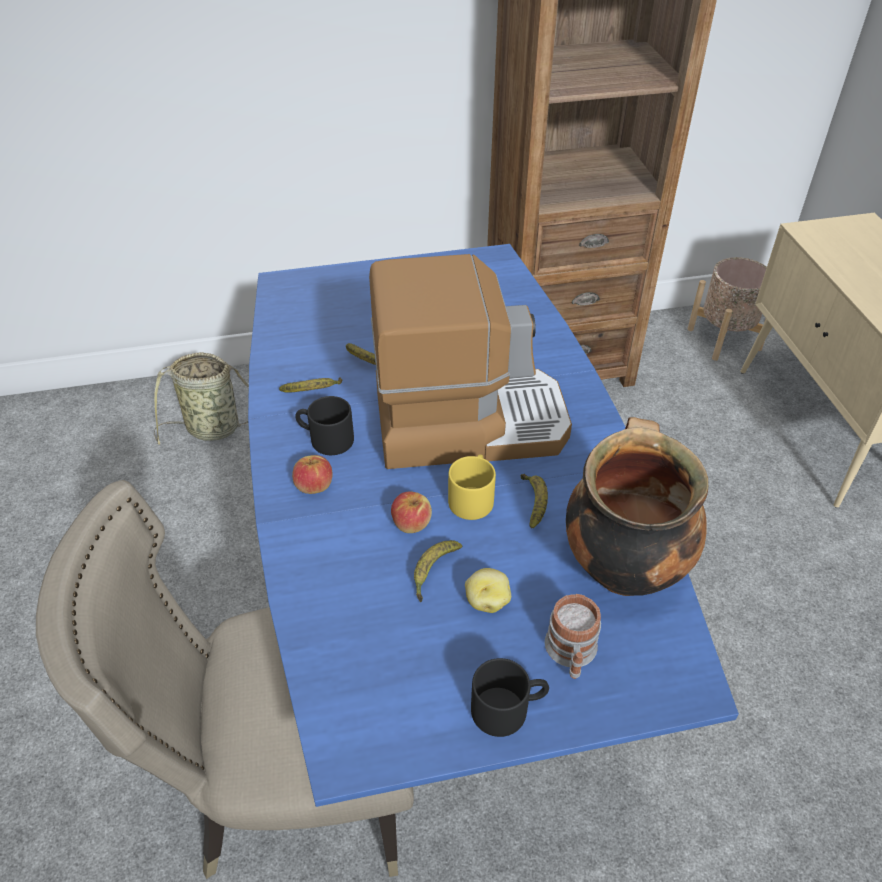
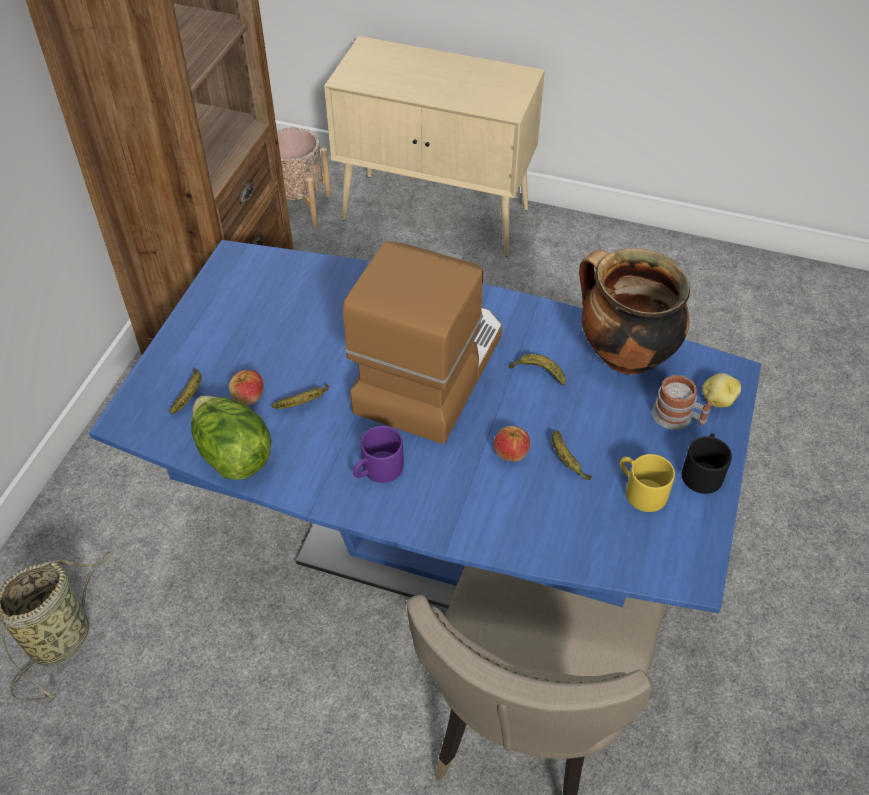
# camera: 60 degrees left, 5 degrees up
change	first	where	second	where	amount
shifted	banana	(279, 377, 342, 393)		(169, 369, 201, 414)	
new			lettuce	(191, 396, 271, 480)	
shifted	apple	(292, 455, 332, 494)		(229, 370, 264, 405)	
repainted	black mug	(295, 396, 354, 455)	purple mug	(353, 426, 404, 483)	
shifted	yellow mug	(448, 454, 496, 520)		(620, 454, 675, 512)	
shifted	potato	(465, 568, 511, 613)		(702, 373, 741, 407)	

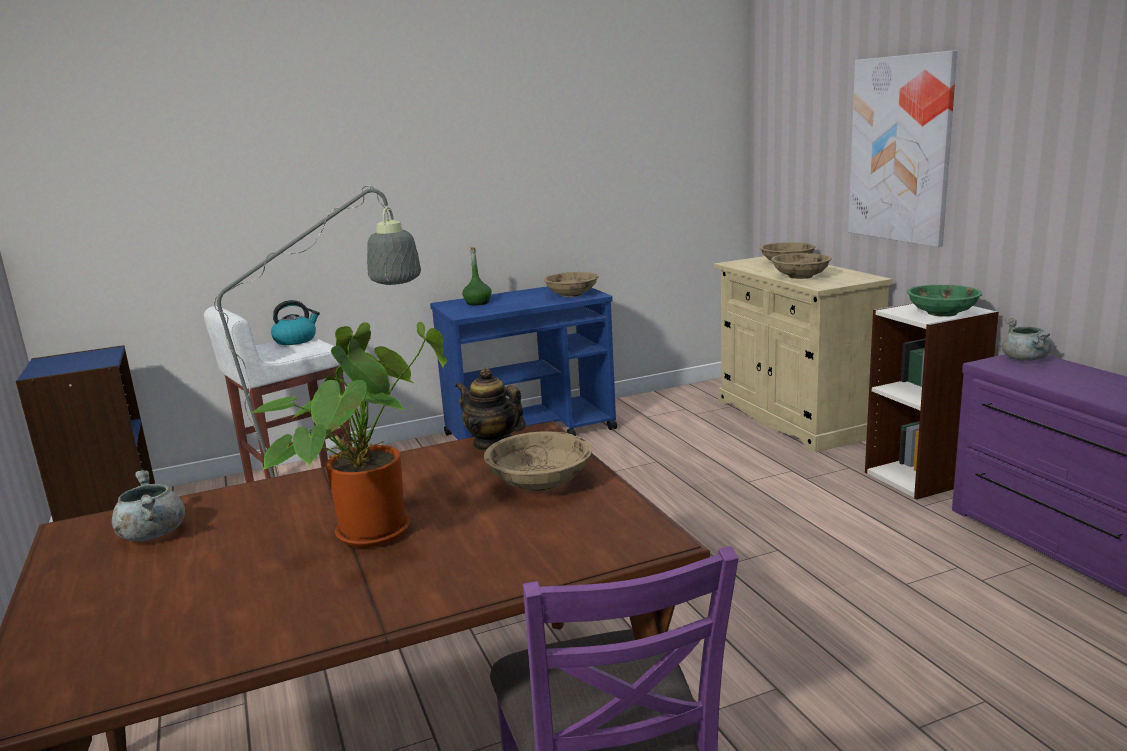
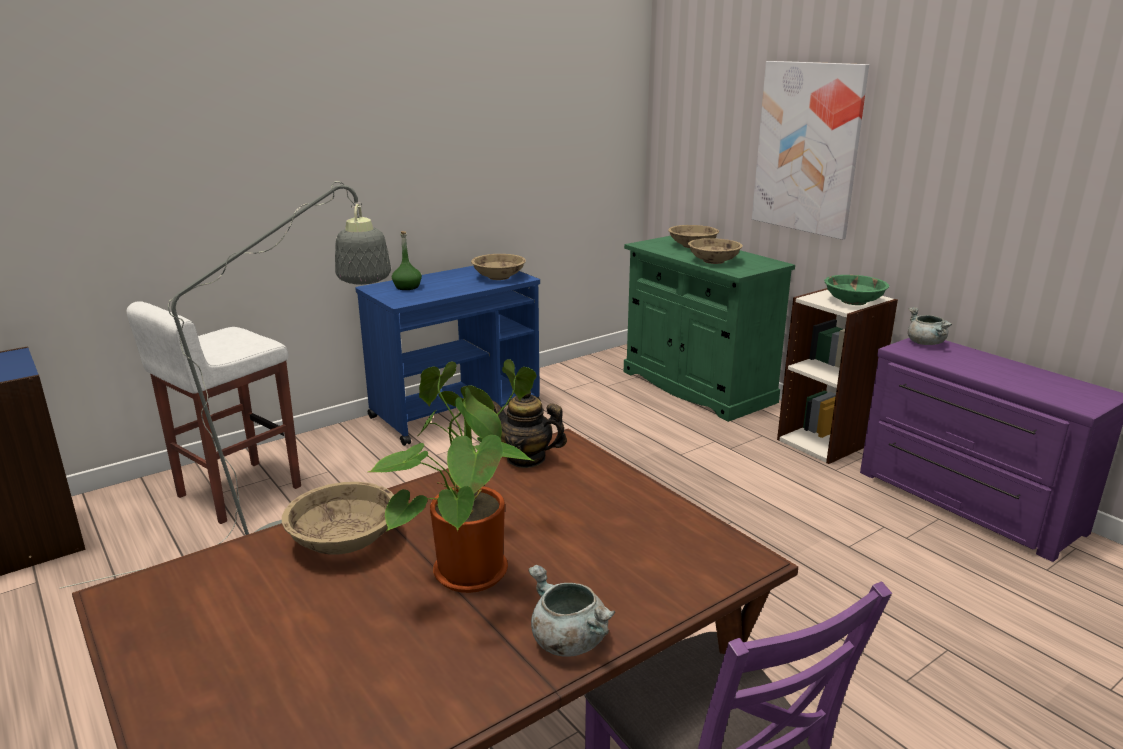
# camera: 15 degrees left, 5 degrees up
change	first	where	second	where	amount
shifted	beige bowl	(484, 431, 592, 492)		(282, 482, 394, 555)	
shifted	grey cooking pot	(112, 470, 185, 541)		(528, 565, 615, 657)	
repainted	beige cabinet	(714, 256, 893, 452)	green cabinet	(624, 236, 795, 422)	
gone	kettle	(271, 300, 320, 345)			

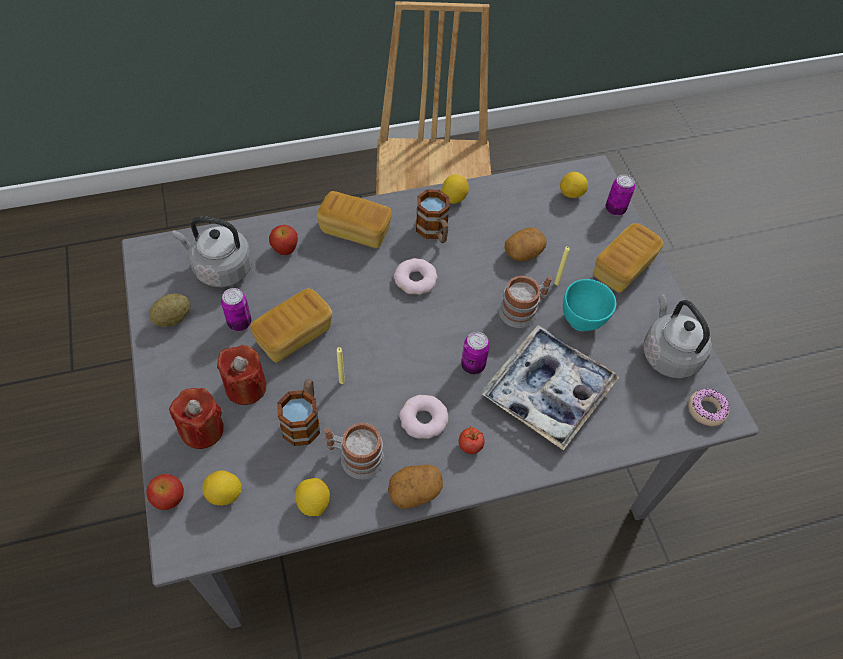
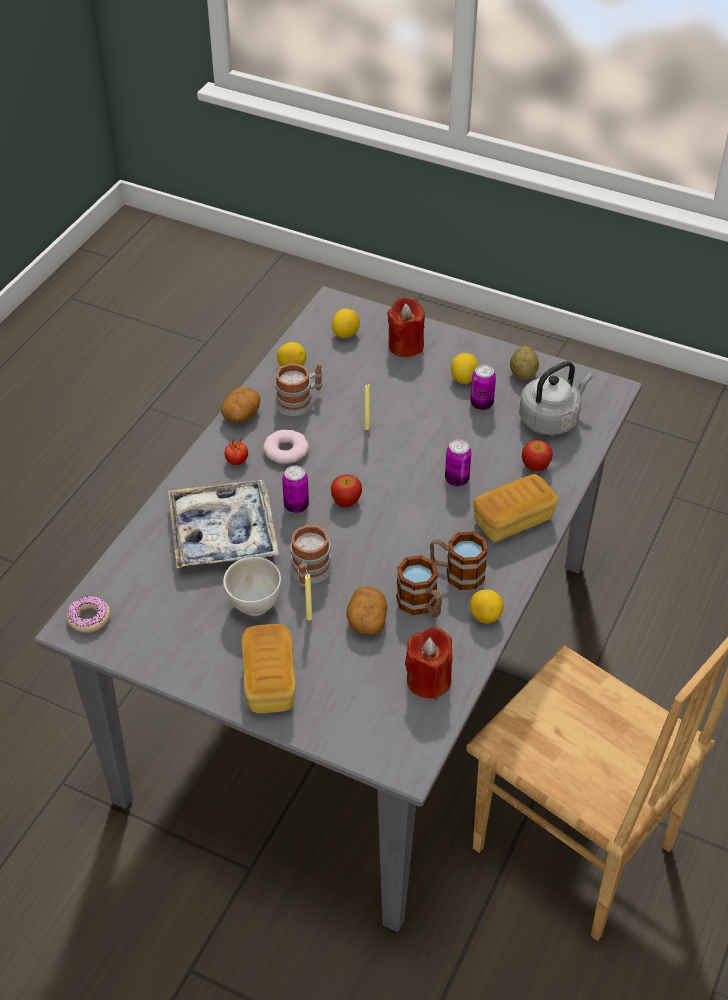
# camera: 135 degrees right, 10 degrees down
change	first	where	second	where	amount
repainted	turquoise bowl	(563, 279, 616, 331)	white bowl	(223, 557, 281, 616)	
shifted	apple	(146, 474, 184, 510)		(331, 475, 362, 508)	
shifted	mug	(277, 379, 320, 446)		(396, 555, 442, 617)	
shifted	red candle	(217, 345, 266, 405)		(405, 627, 453, 699)	
shifted	can	(606, 174, 635, 216)		(445, 439, 471, 486)	
shifted	lemon	(560, 172, 588, 198)		(451, 353, 479, 384)	
gone	bread	(250, 288, 332, 363)			
gone	donut	(394, 258, 438, 295)			
gone	grey kettle	(643, 294, 712, 378)			

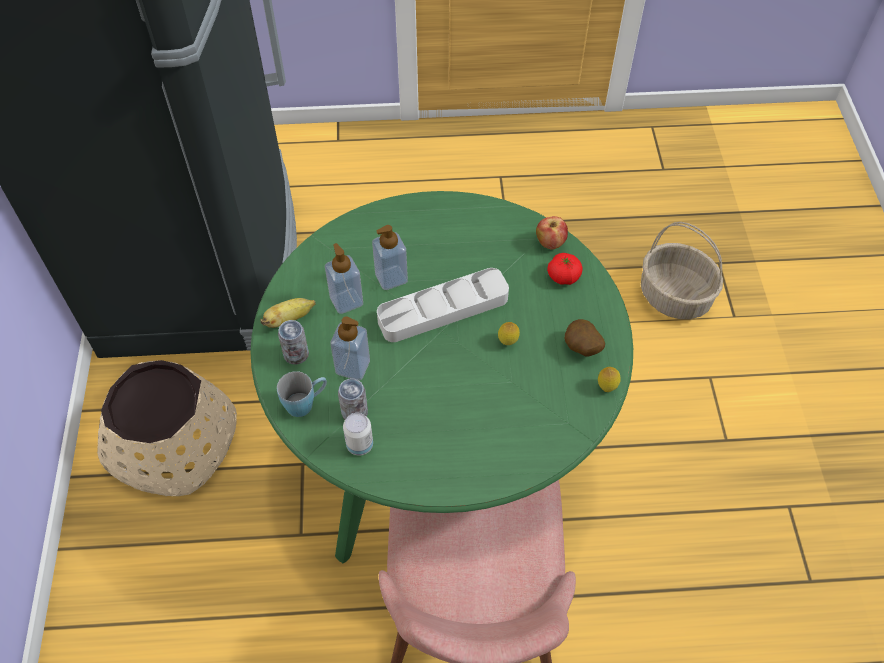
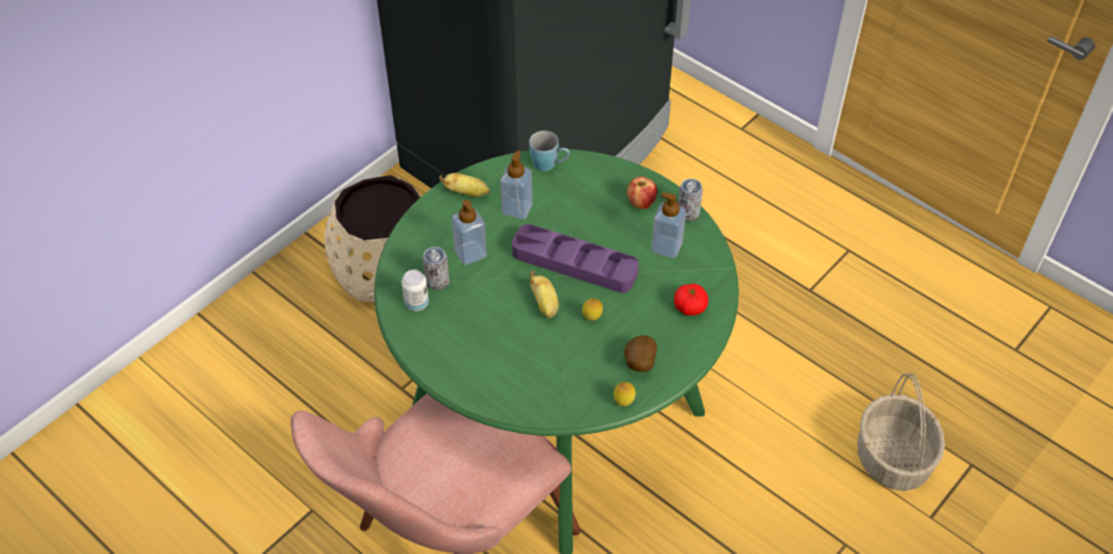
# camera: 45 degrees right, 5 degrees down
change	first	where	second	where	amount
repainted	grey tray	(377, 268, 509, 342)	purple tray	(512, 224, 639, 293)	
shifted	blue mug	(277, 371, 327, 417)		(529, 131, 570, 171)	
new			banana	(530, 271, 559, 319)	
shifted	apple	(536, 216, 568, 250)		(627, 177, 658, 209)	
shifted	soap dispenser	(372, 225, 408, 290)		(651, 192, 686, 258)	
shifted	can	(278, 320, 309, 365)		(678, 179, 703, 221)	

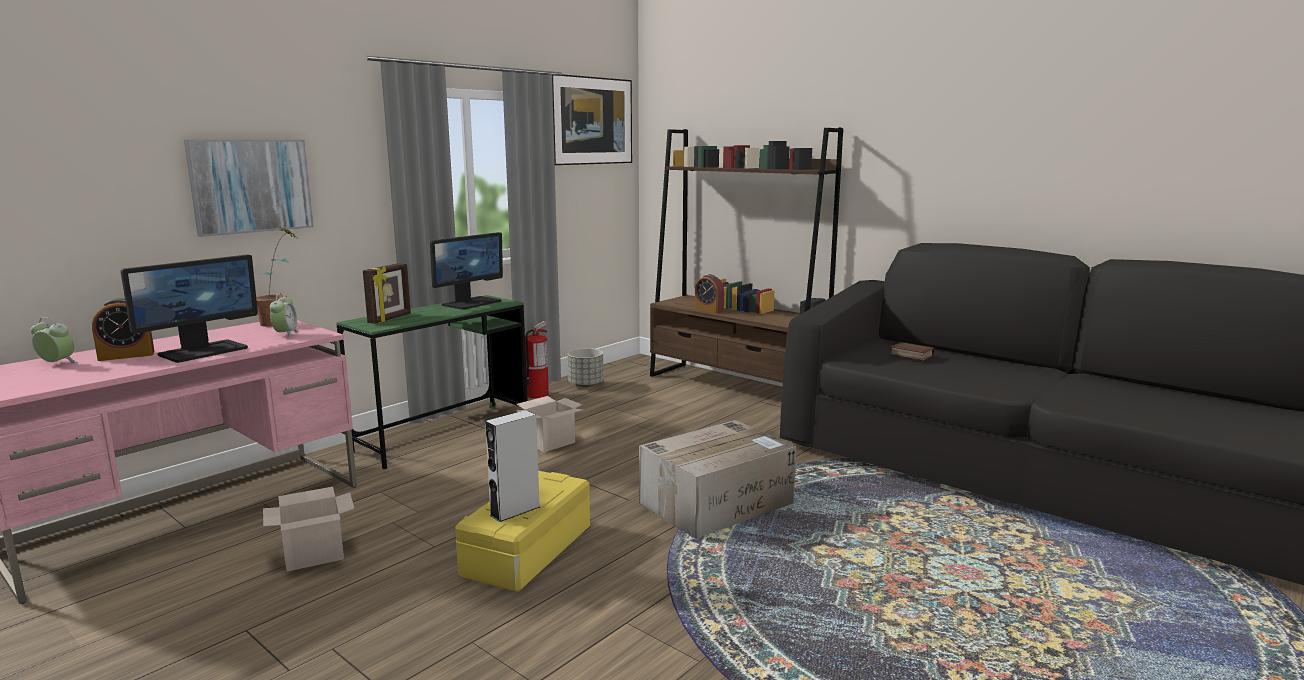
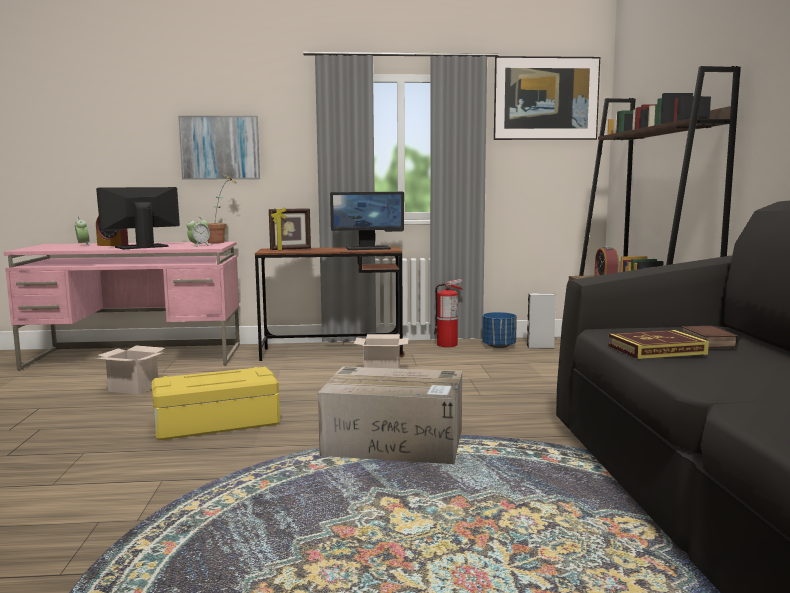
# camera: 45 degrees right, 5 degrees down
change	first	where	second	where	amount
rotated	monitor	(121, 254, 258, 363)		(96, 187, 180, 249)	150 degrees clockwise
repainted	green desk	(337, 295, 528, 469)	brown desk	(255, 247, 405, 361)	
repainted	grey planter	(568, 348, 603, 387)	blue planter	(482, 312, 517, 348)	
shifted	grey speaker	(485, 410, 540, 522)		(527, 293, 556, 348)	
new			book	(608, 330, 709, 359)	

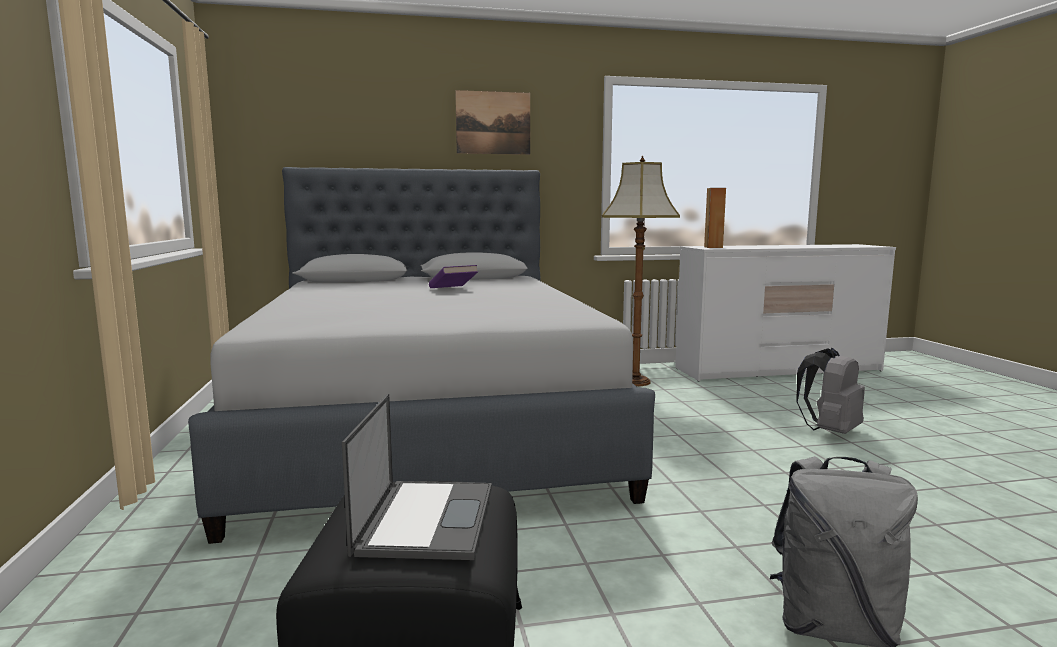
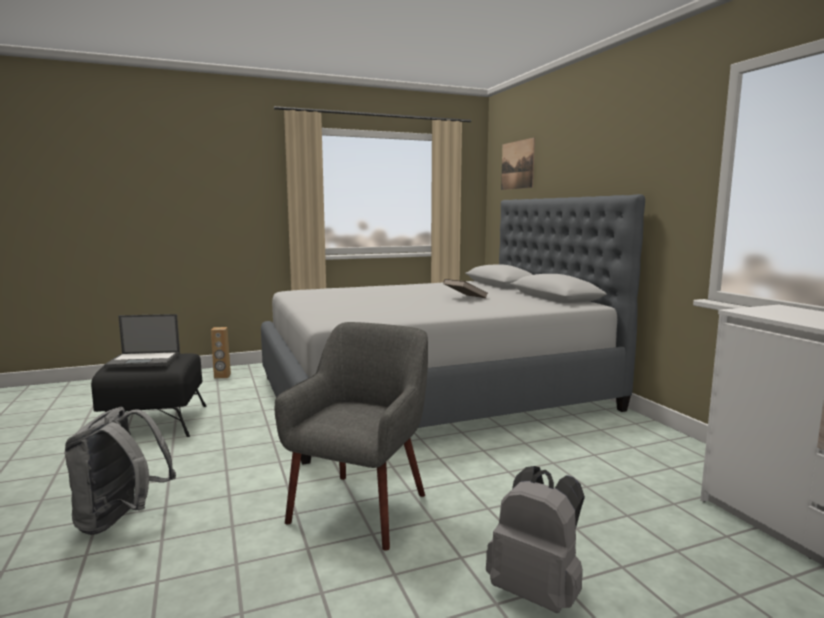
# camera: 80 degrees right, 0 degrees up
change	first	where	second	where	amount
shifted	brown speaker	(704, 188, 726, 248)		(211, 327, 231, 379)	
new			grey armchair	(275, 322, 428, 551)	
repainted	purple book	(429, 265, 478, 288)	brown book	(443, 279, 487, 298)	
shifted	picture	(455, 90, 530, 155)		(501, 137, 535, 190)	
gone	floor lamp	(602, 155, 680, 386)			

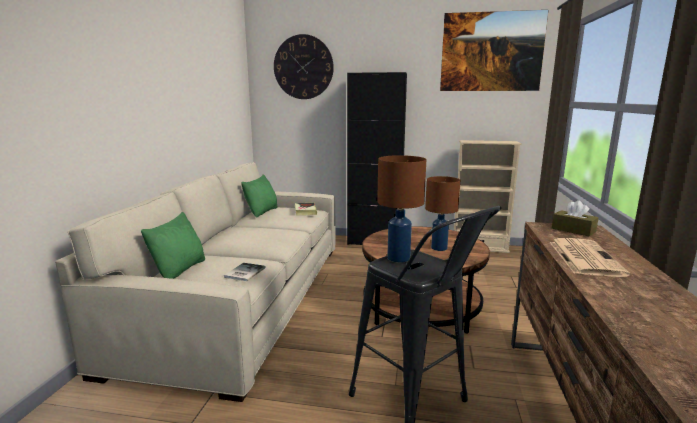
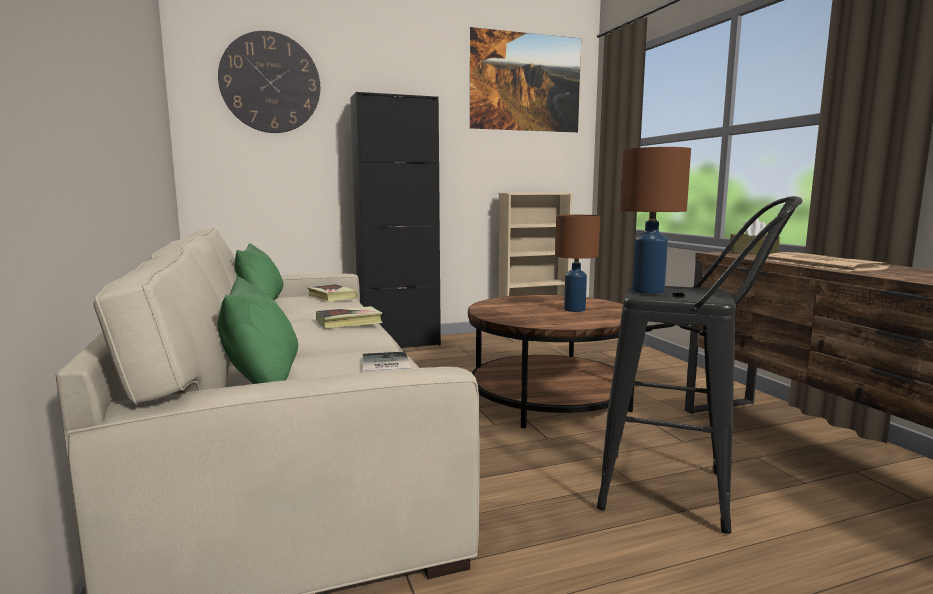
# camera: 30 degrees left, 5 degrees down
change	first	where	second	where	amount
new			book	(316, 306, 383, 329)	

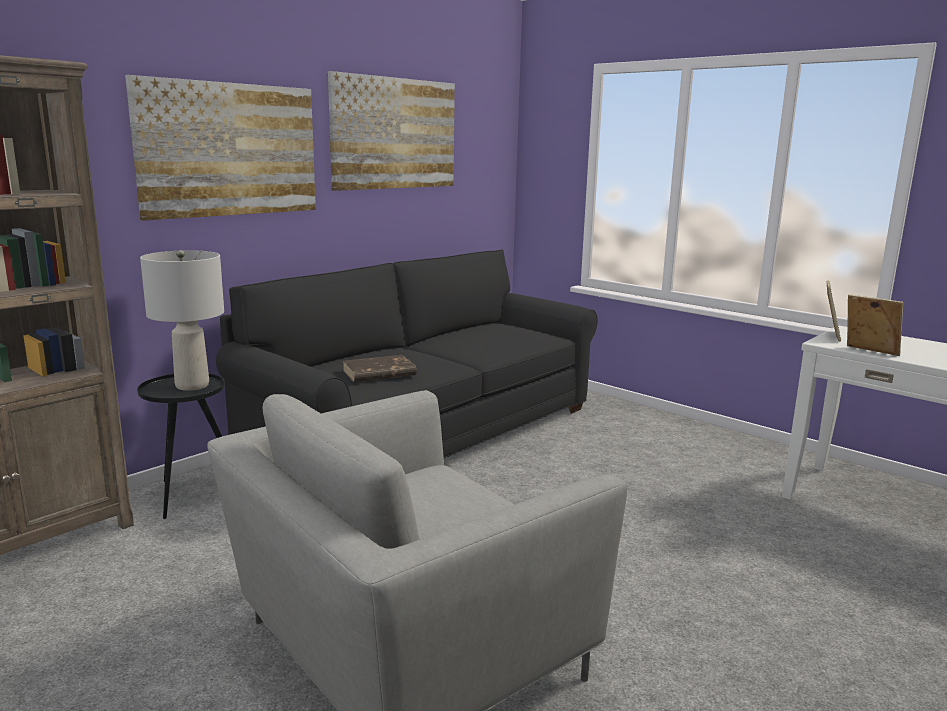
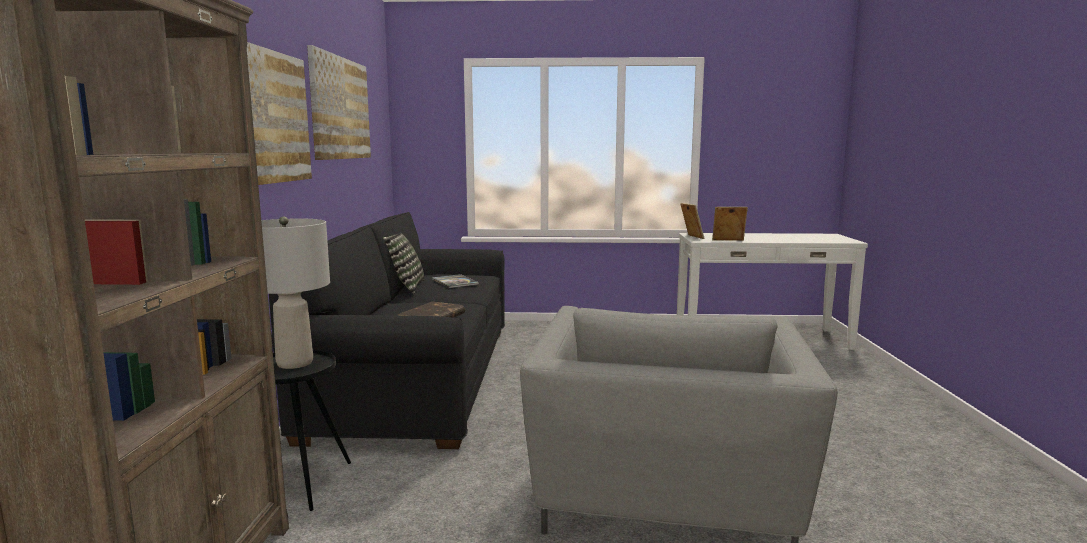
# camera: 40 degrees left, 5 degrees down
change	first	where	second	where	amount
new			pillow	(383, 233, 425, 293)	
new			book	(432, 274, 479, 288)	

